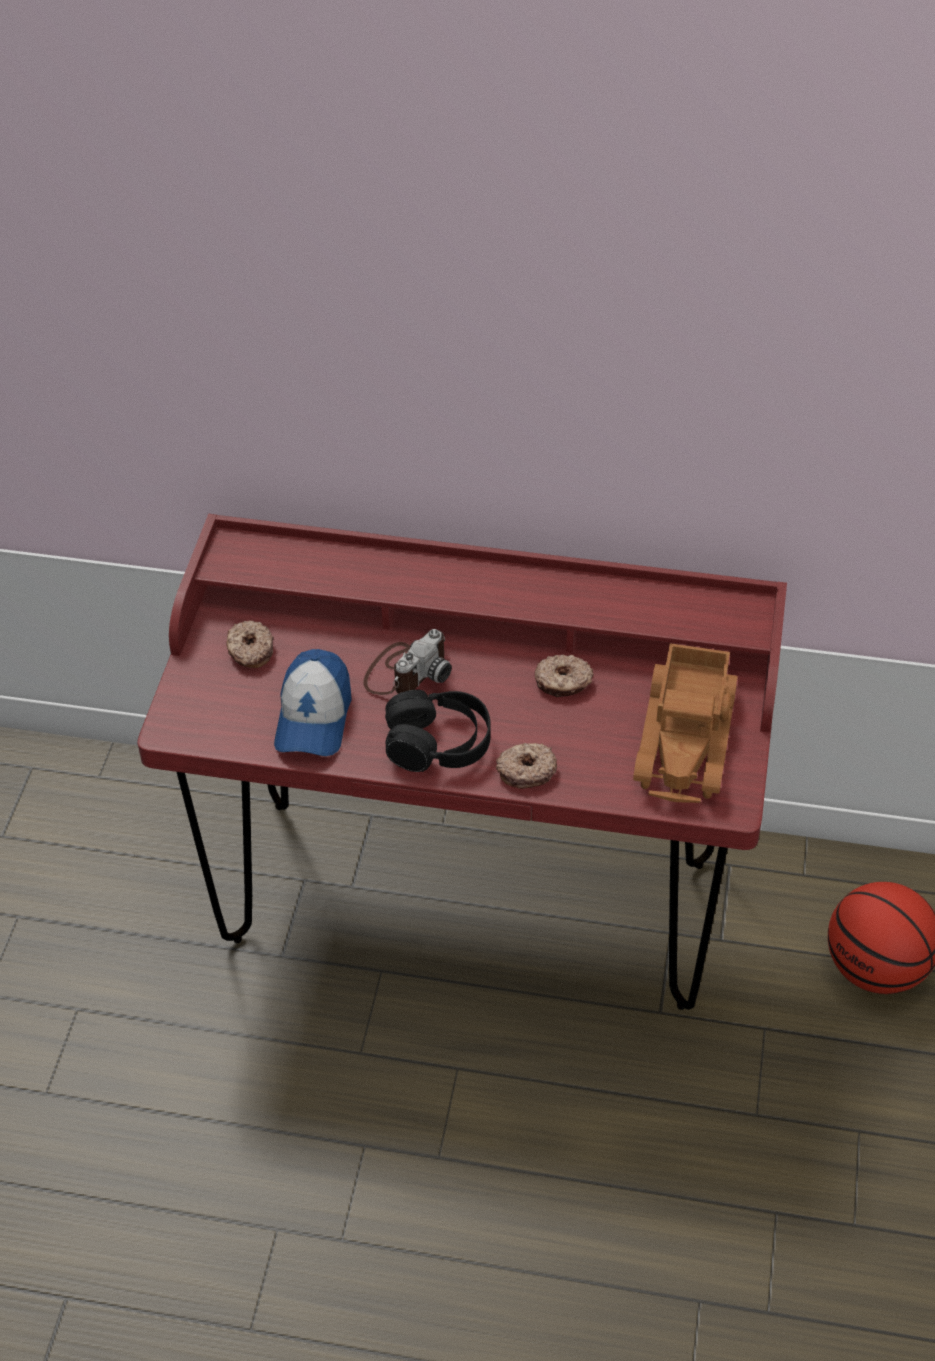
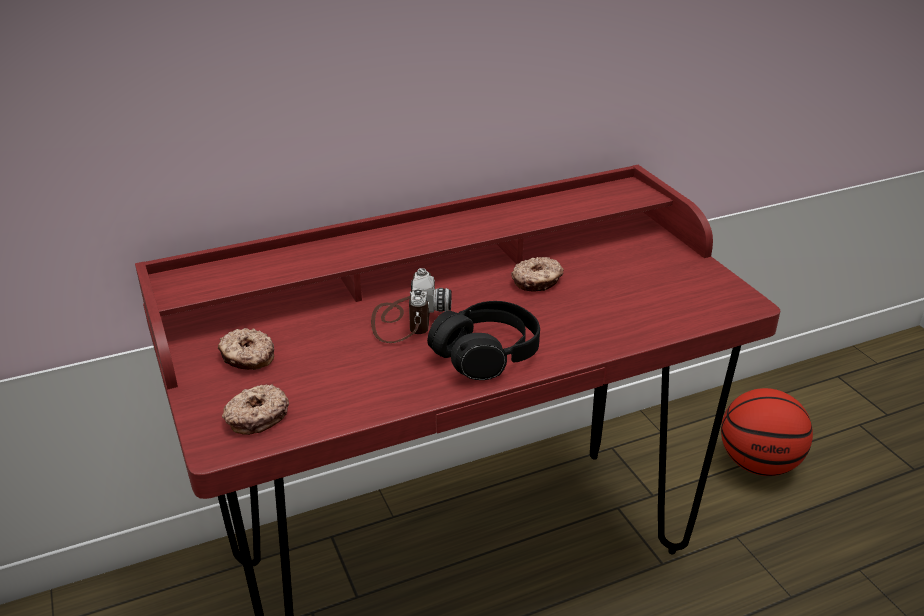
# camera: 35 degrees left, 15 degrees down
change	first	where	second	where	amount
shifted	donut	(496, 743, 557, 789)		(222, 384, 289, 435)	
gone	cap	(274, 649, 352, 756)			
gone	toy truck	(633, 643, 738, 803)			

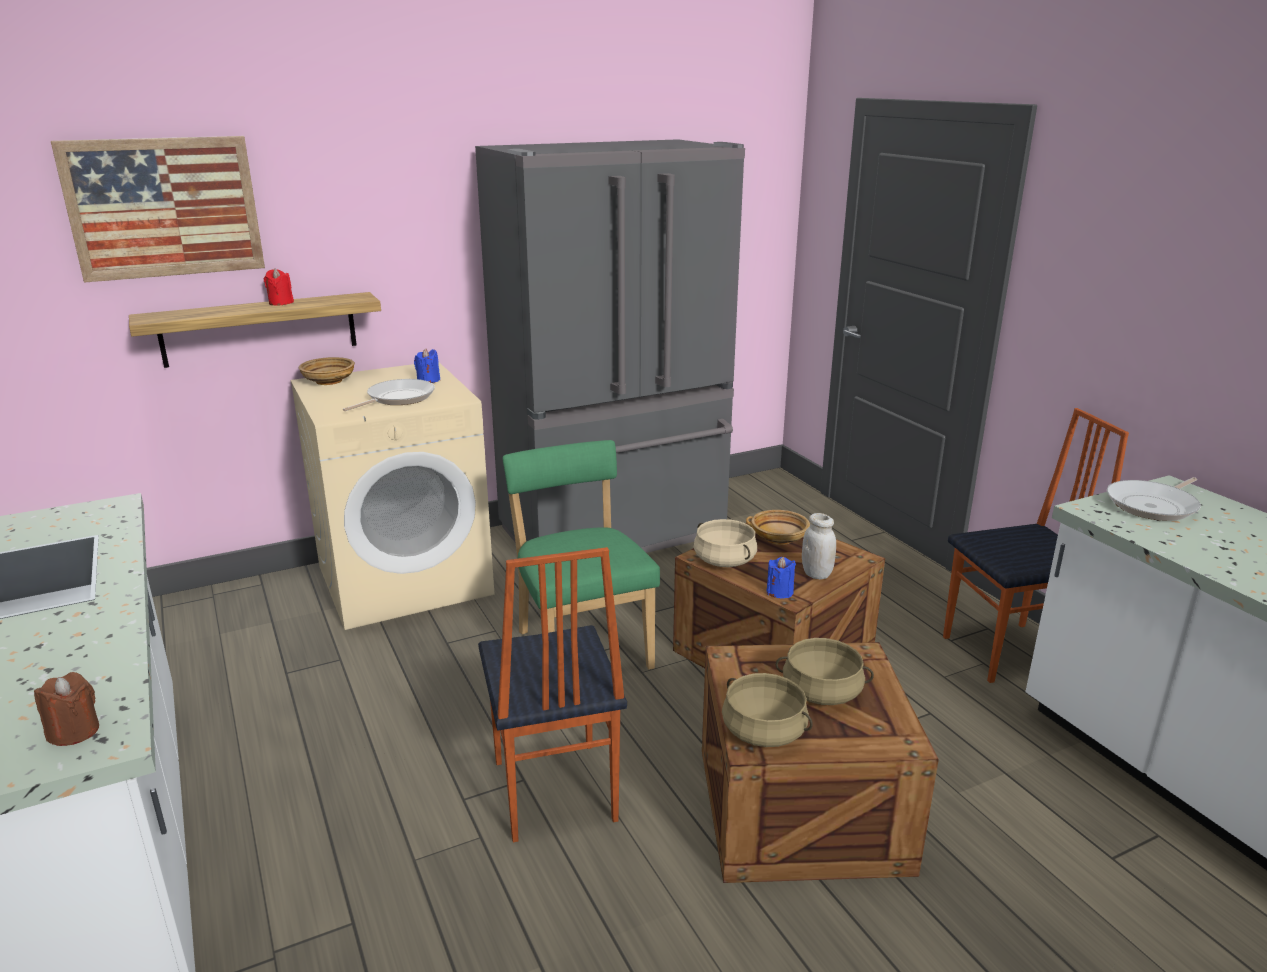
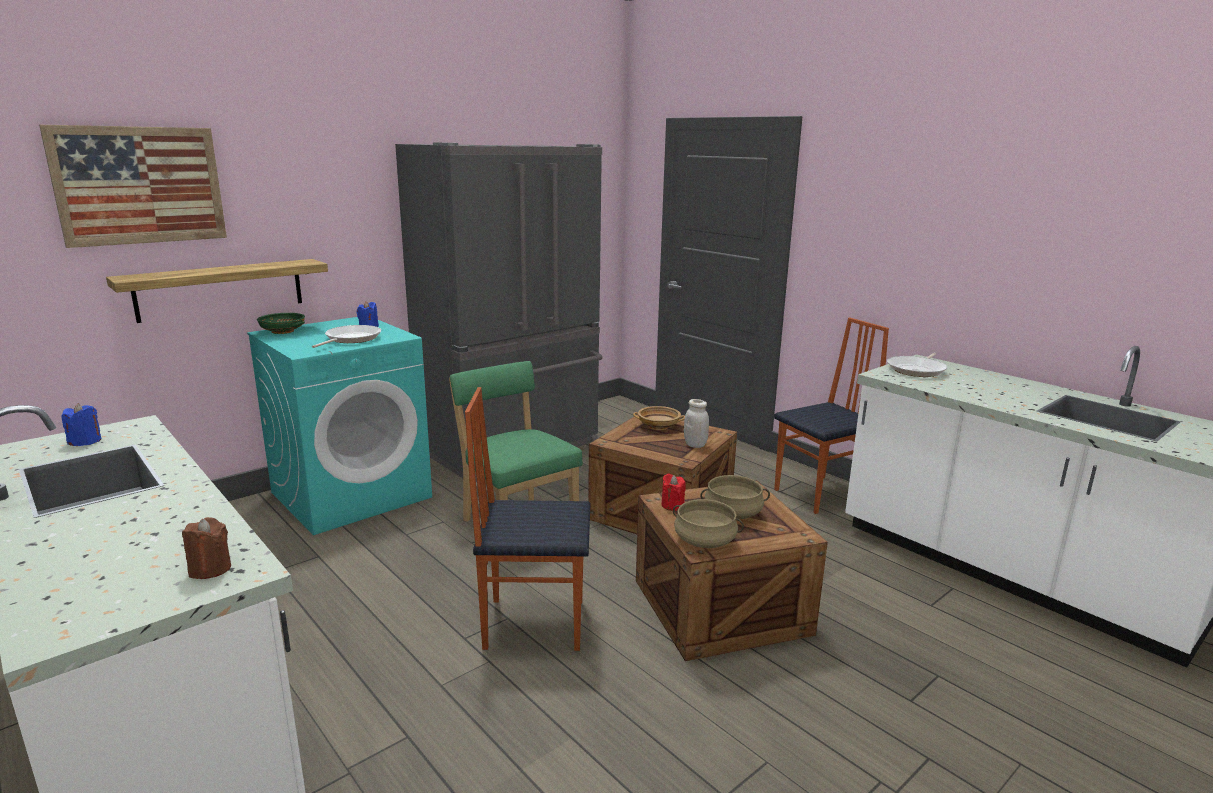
# camera: 15 degrees left, 5 degrees down
change	first	where	second	where	amount
shifted	blue candle	(767, 557, 796, 598)		(61, 403, 102, 446)	
repainted	beige washing machine	(290, 362, 494, 630)	turquoise washing machine	(247, 317, 432, 535)	
repainted	beige bowl	(299, 357, 355, 385)	green bowl	(257, 313, 305, 334)	
rotated	chair	(478, 547, 627, 842)		(465, 387, 590, 651)	120 degrees clockwise
shifted	red candle	(264, 269, 294, 306)		(662, 474, 686, 511)	
gone	beige cooking pot	(694, 519, 757, 567)			

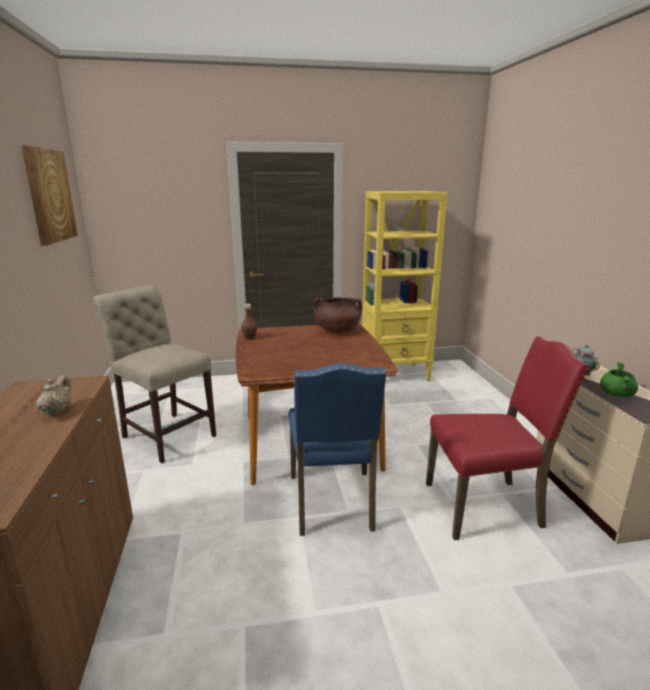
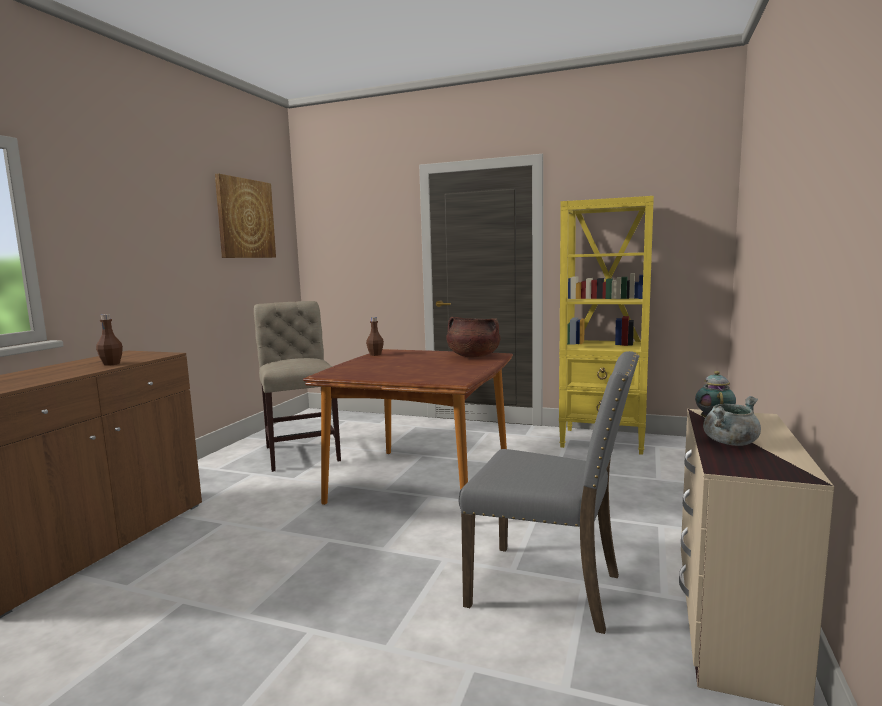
# camera: 30 degrees right, 10 degrees down
change	first	where	second	where	amount
swapped	beige teapot	(37, 375, 71, 415)	brown bottle	(96, 314, 123, 366)	
repainted	red chair	(426, 336, 590, 540)	grey chair	(458, 351, 639, 634)	
repainted	green cooking pot	(600, 362, 638, 397)	grey cooking pot	(703, 396, 761, 446)	
gone	blue chair	(288, 363, 387, 536)			

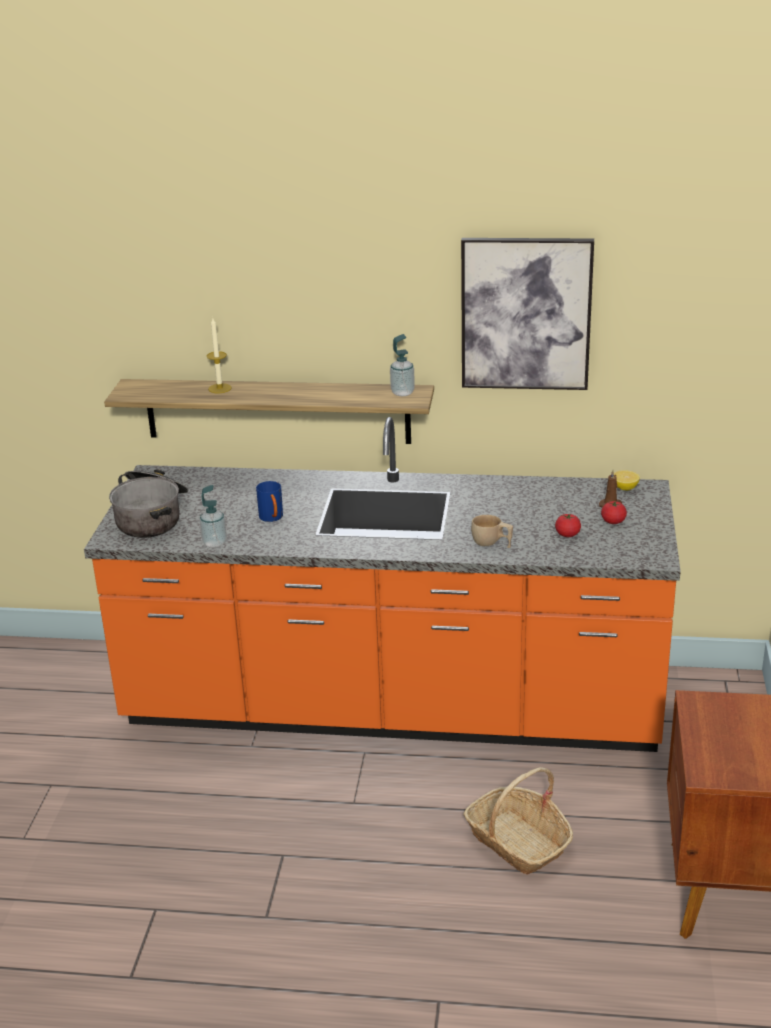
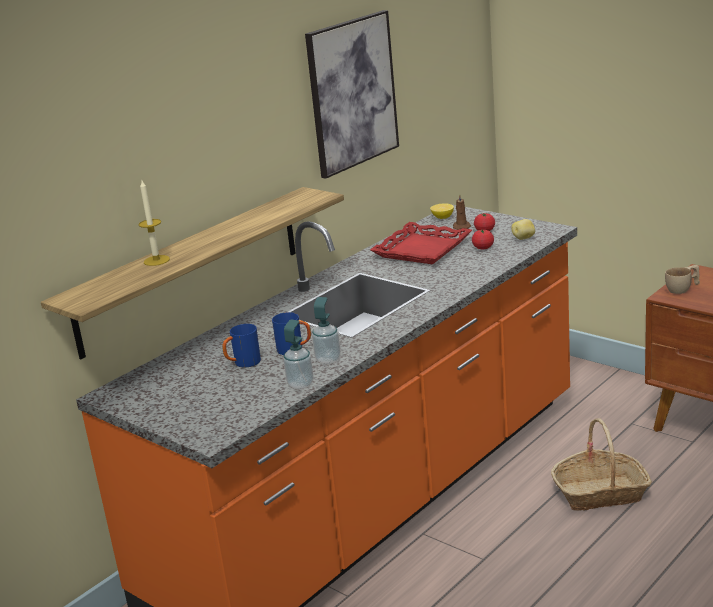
# camera: 55 degrees left, 5 degrees down
change	first	where	second	where	amount
new			blue mug	(222, 324, 261, 368)	
shifted	soap dispenser	(390, 334, 415, 396)		(312, 297, 341, 364)	
new			red tray	(370, 222, 472, 264)	
new			potato	(511, 219, 535, 240)	
shifted	beige cup	(471, 515, 513, 548)		(665, 265, 700, 294)	
gone	cooking pot	(109, 470, 188, 538)			

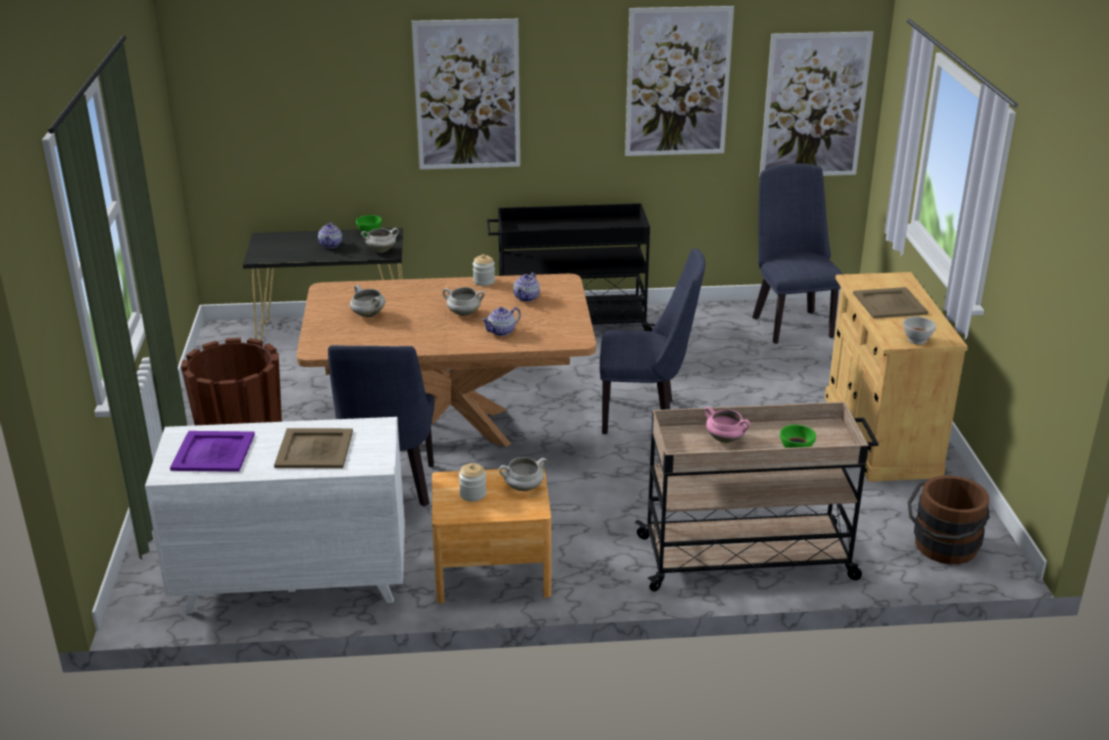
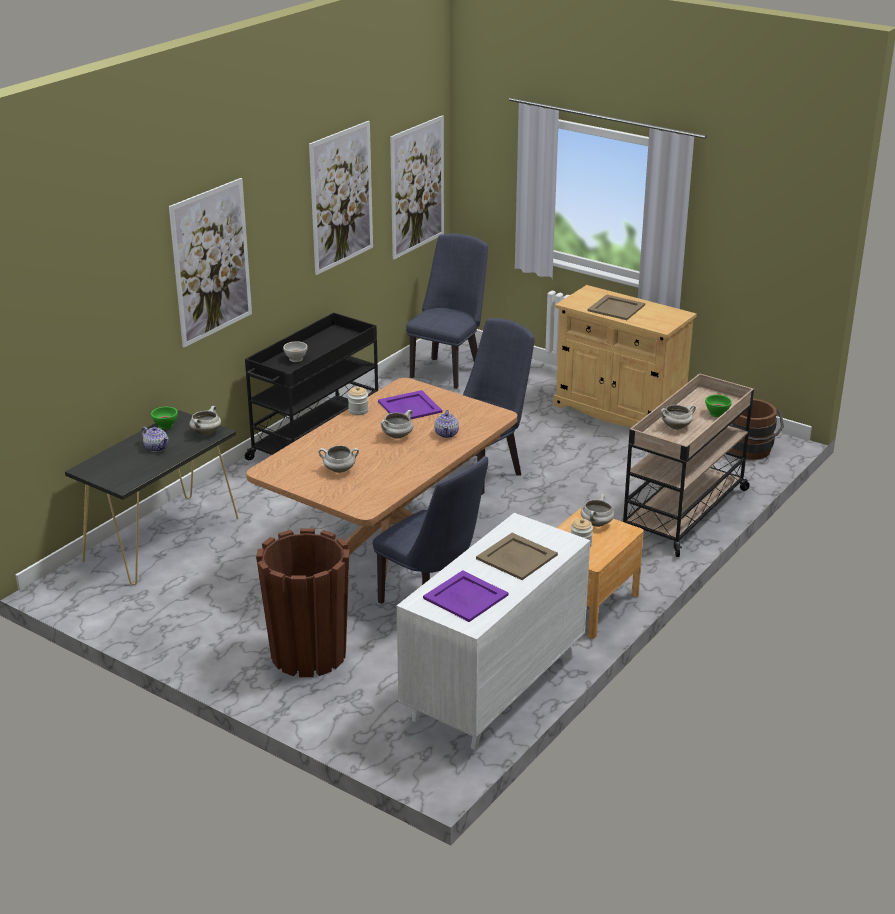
# camera: 50 degrees left, 0 degrees up
change	first	where	second	where	amount
shifted	white bowl	(903, 317, 936, 345)		(283, 341, 308, 362)	
swapped	teapot	(513, 272, 540, 302)	purple tray	(378, 390, 443, 419)	
rotated	blue chair	(752, 163, 842, 344)		(406, 234, 488, 389)	90 degrees clockwise
repainted	pink cooking pot	(704, 407, 750, 443)	white cooking pot	(661, 405, 696, 430)	

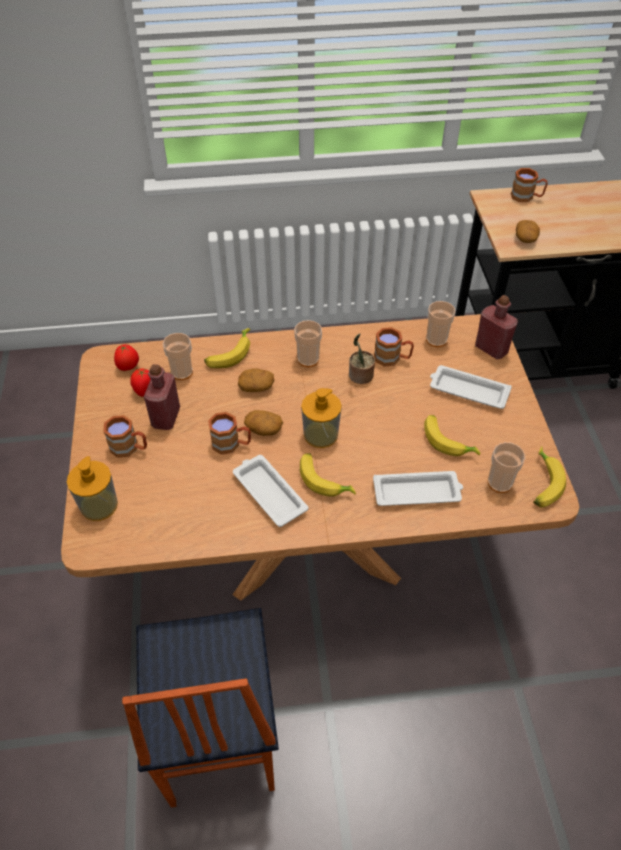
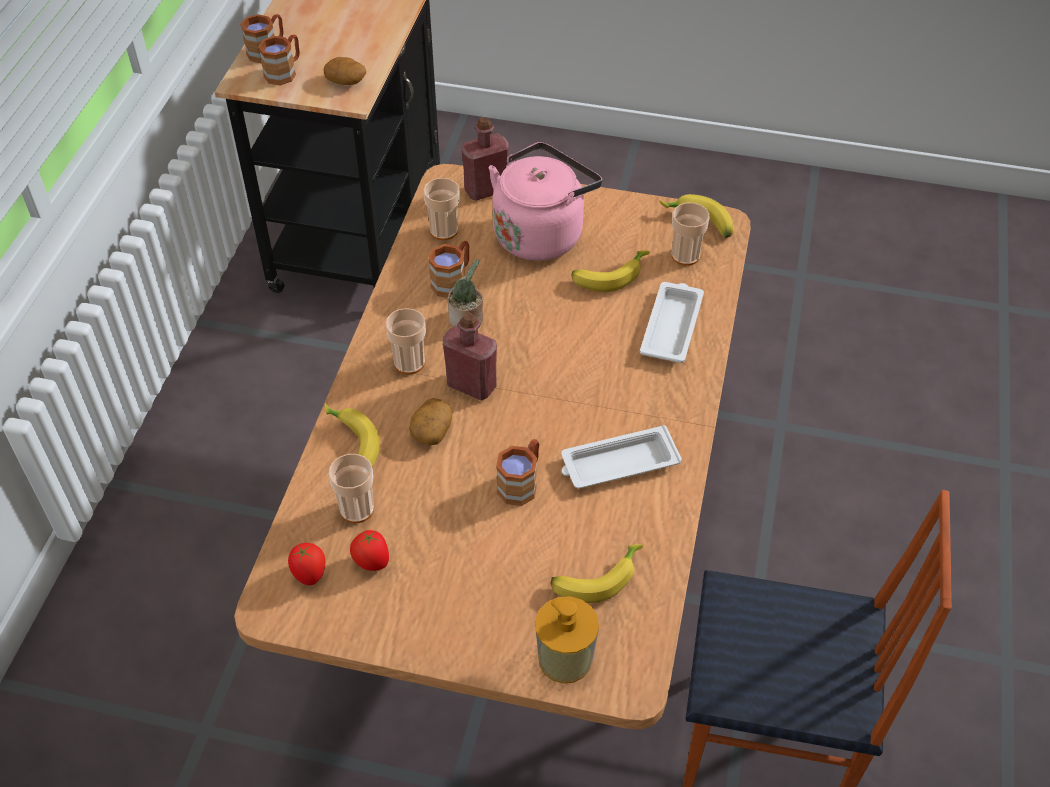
# camera: 70 degrees left, 0 degrees up
change	first	where	second	where	amount
shifted	brown mug	(103, 415, 147, 458)		(258, 35, 300, 86)	
shifted	red bottle	(144, 364, 180, 430)		(442, 312, 497, 400)	
swapped	white tray	(430, 365, 512, 409)	pink kettle	(488, 142, 602, 261)	
shifted	banana	(300, 453, 356, 497)		(551, 544, 643, 603)	
gone	potato	(244, 410, 283, 436)			
gone	soap dispenser	(301, 388, 342, 448)			

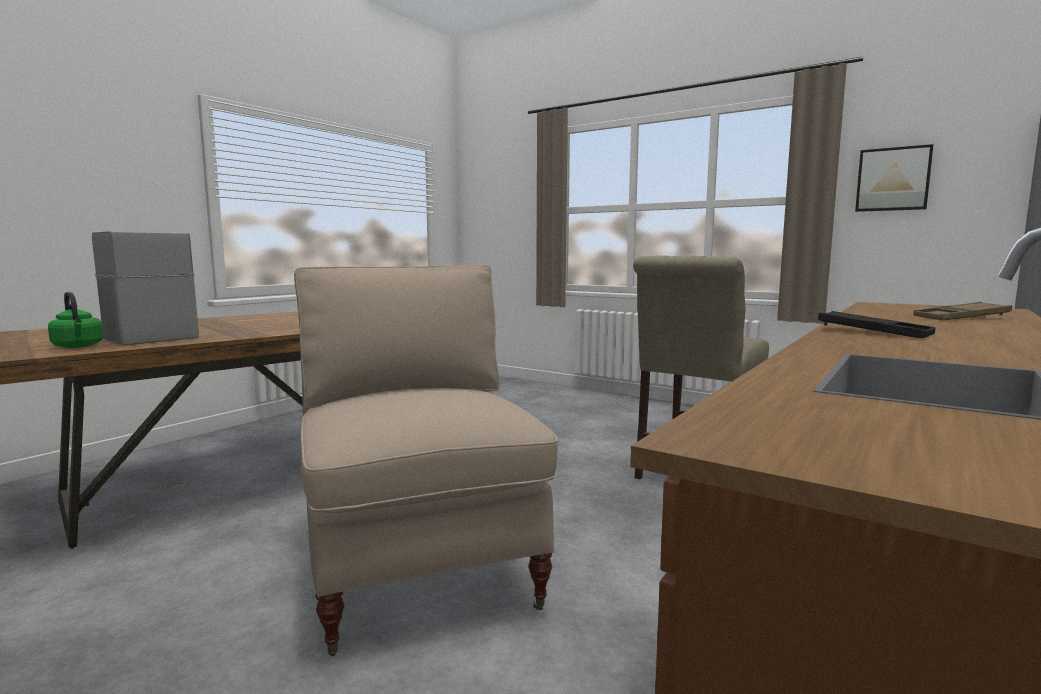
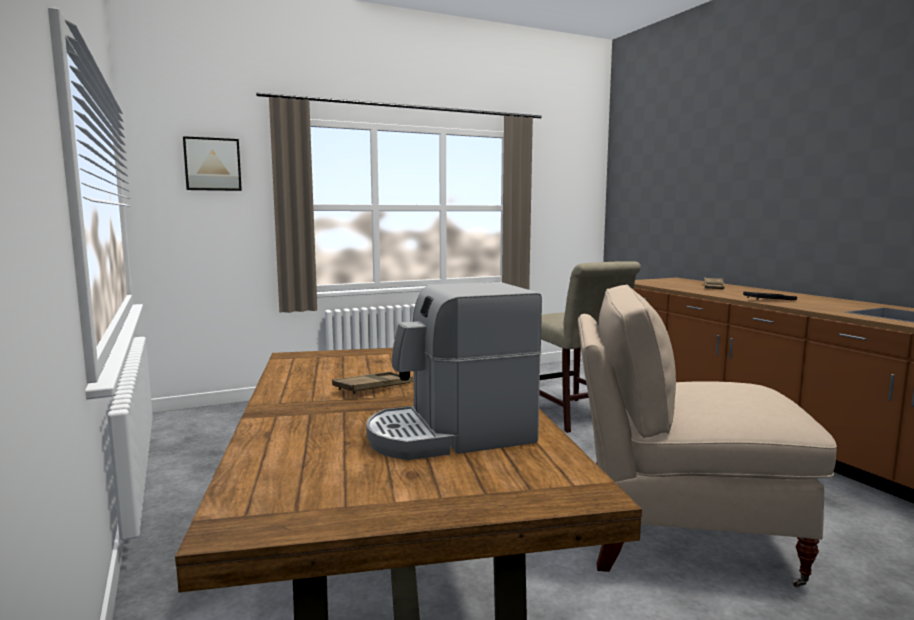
# camera: 60 degrees left, 0 degrees up
change	first	where	second	where	amount
shifted	picture	(855, 144, 933, 212)		(183, 136, 242, 191)	
new			brown tray	(332, 371, 413, 394)	
gone	green kettle	(48, 292, 104, 348)			

